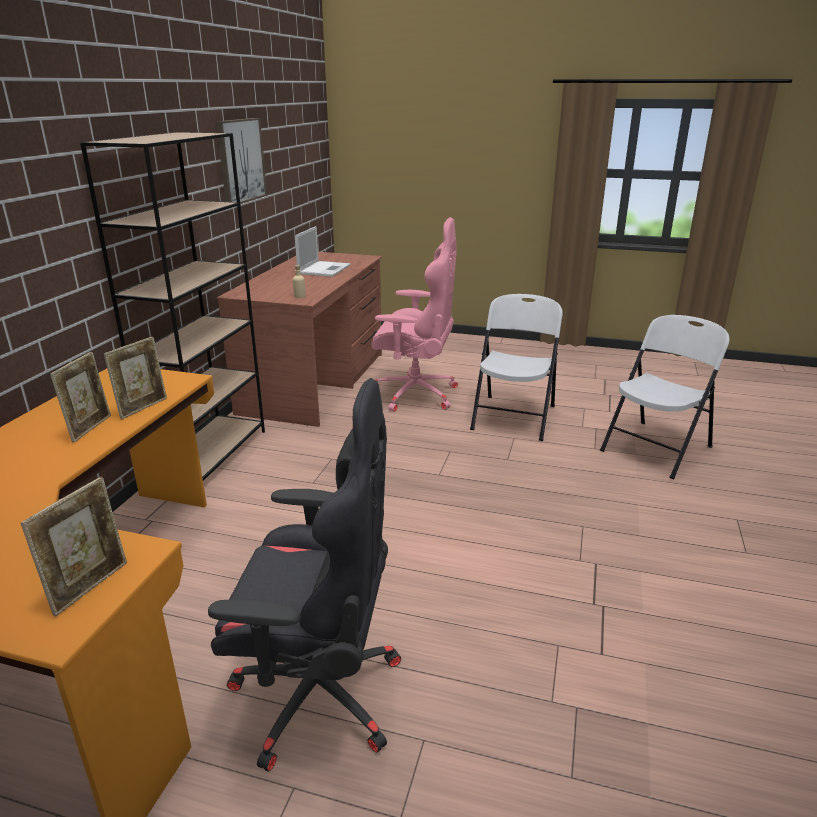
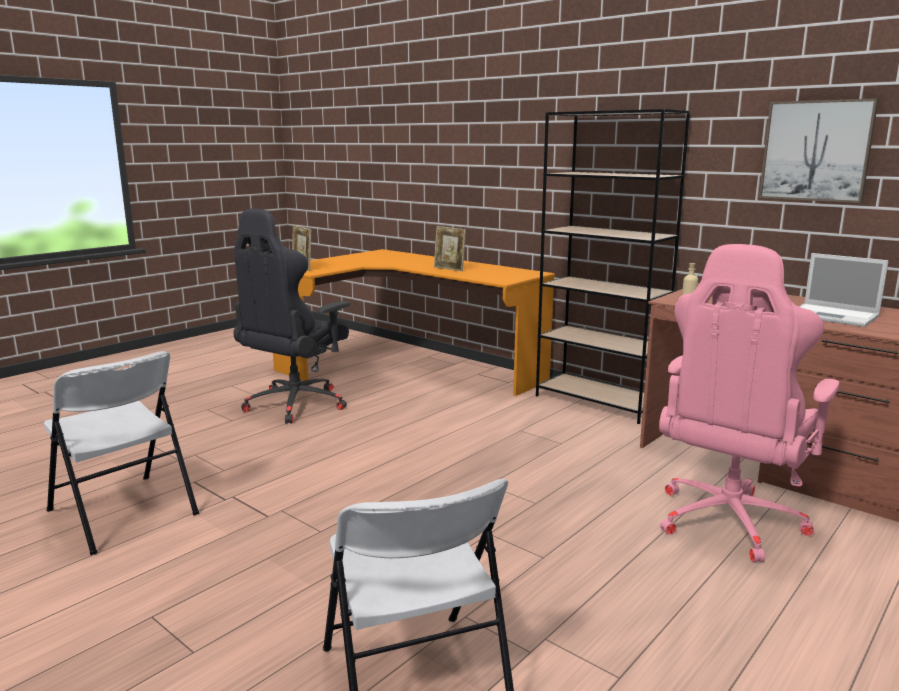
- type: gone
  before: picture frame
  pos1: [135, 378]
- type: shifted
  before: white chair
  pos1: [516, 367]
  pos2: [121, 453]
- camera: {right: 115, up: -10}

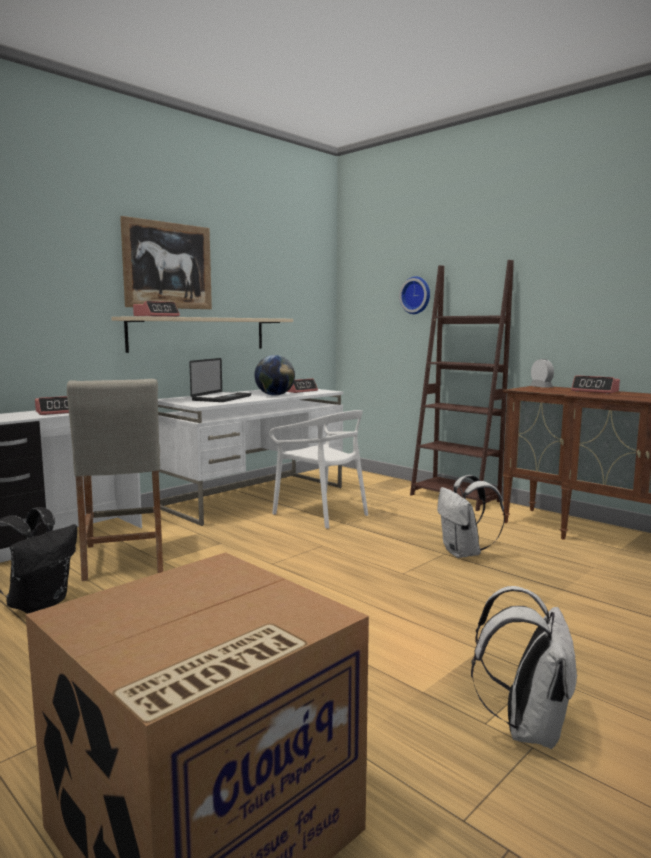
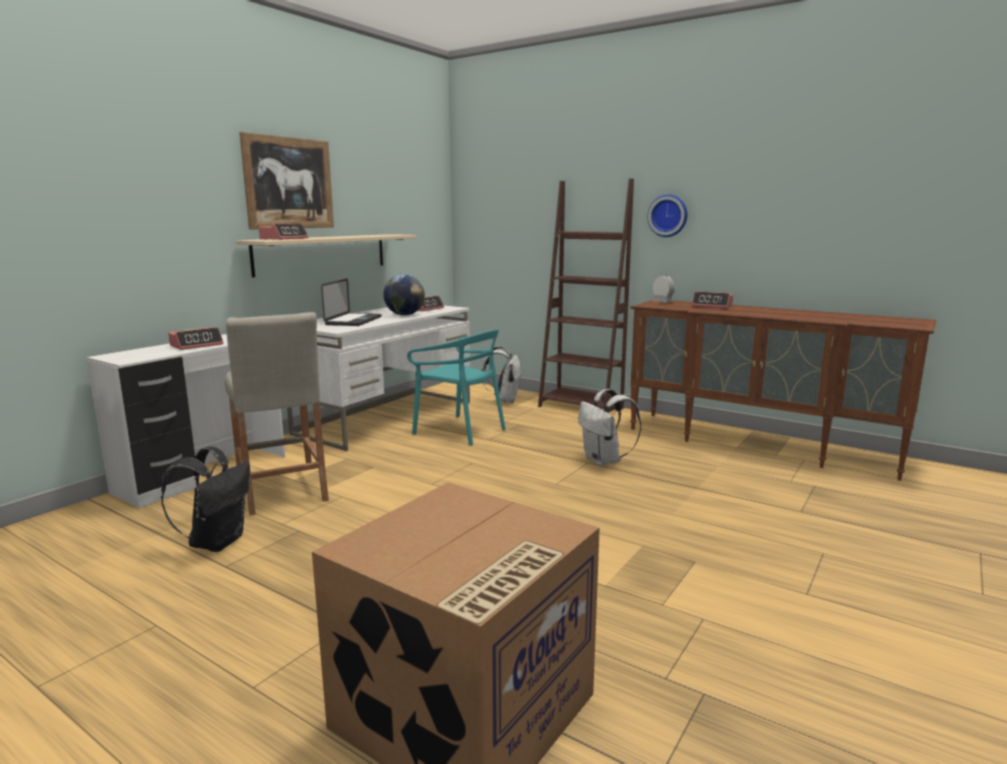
- type: shifted
  before: wall clock
  pos1: [414, 295]
  pos2: [668, 215]
- type: shifted
  before: white backpack
  pos1: [524, 667]
  pos2: [502, 374]
- type: repainted
  before: white chair
  after: turquoise chair
  pos1: [318, 469]
  pos2: [456, 387]
- camera: {right: -10, up: 5}

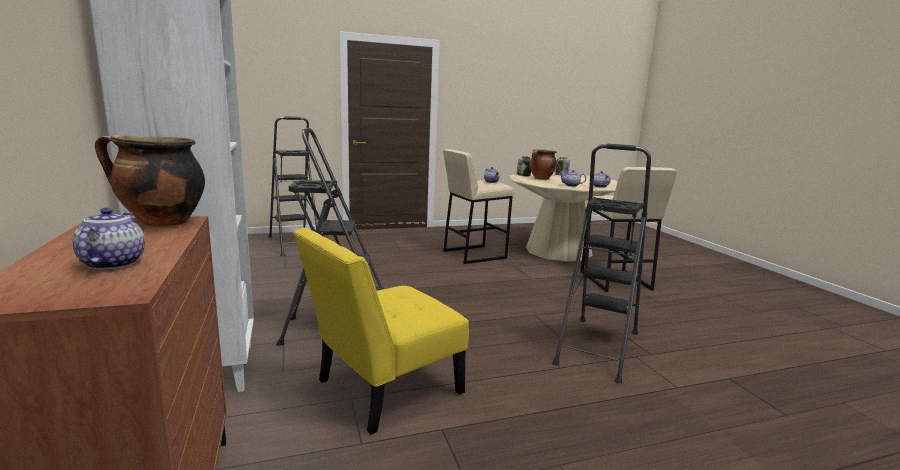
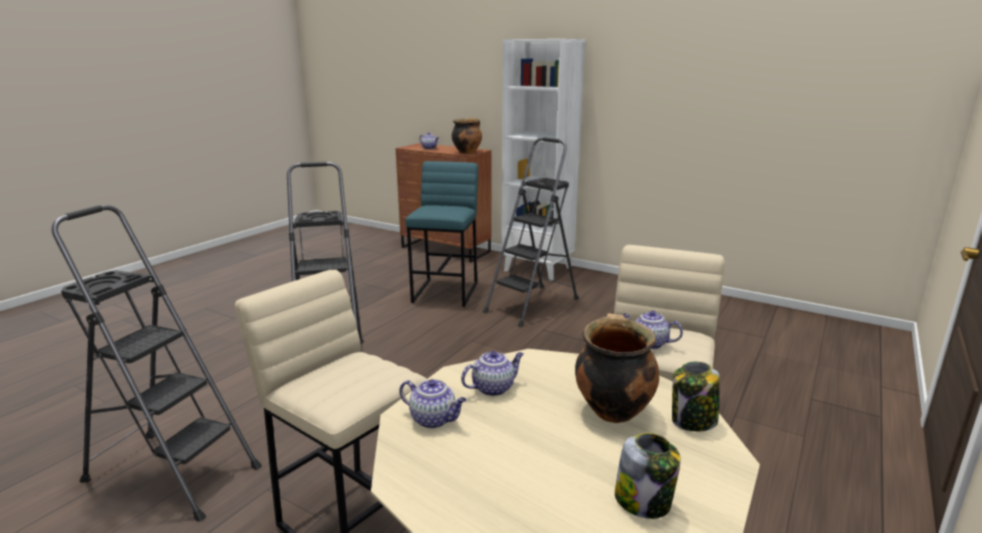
- type: shifted
  before: step ladder
  pos1: [293, 186]
  pos2: [156, 363]
- type: swapped
  before: yellow chair
  after: turquoise stool
  pos1: [381, 331]
  pos2: [441, 234]
- camera: {right: 140, up: 5}

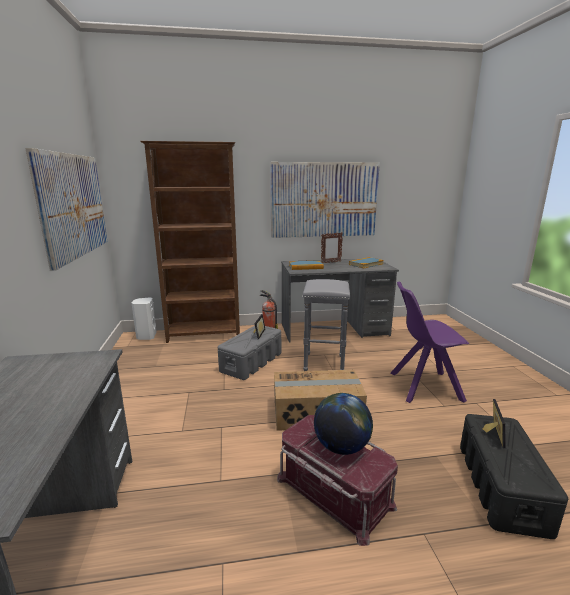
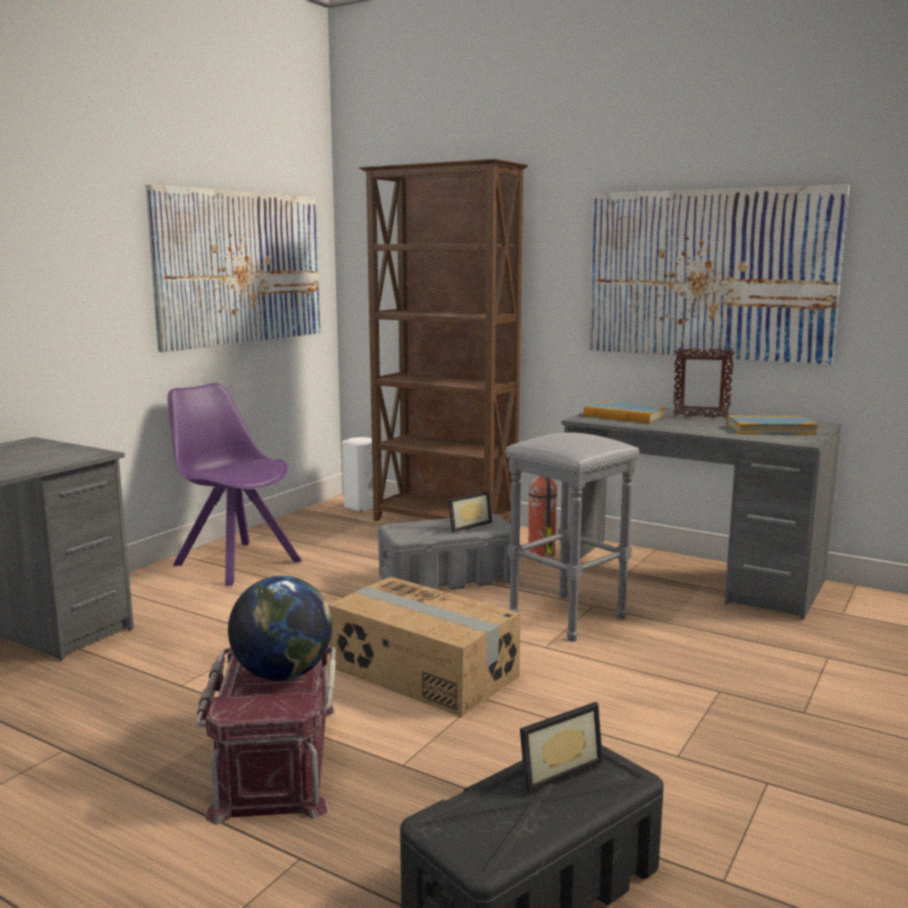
- type: shifted
  before: purple chair
  pos1: [429, 342]
  pos2: [234, 484]
- camera: {right: 40, up: -5}

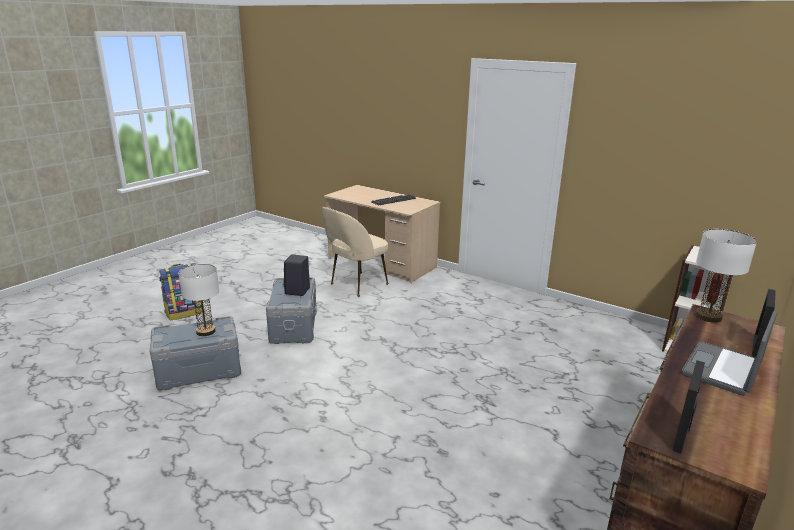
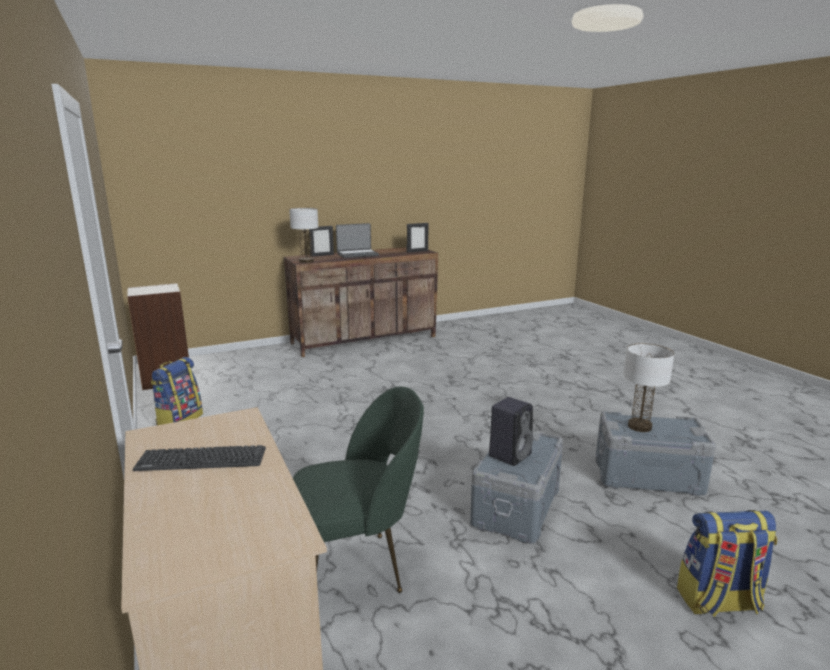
- type: new
  after: backpack
  pos2: [177, 391]
- type: repainted
  before: beige chair
  after: green chair
  pos1: [355, 252]
  pos2: [358, 490]
- camera: {right: -150, up: -5}

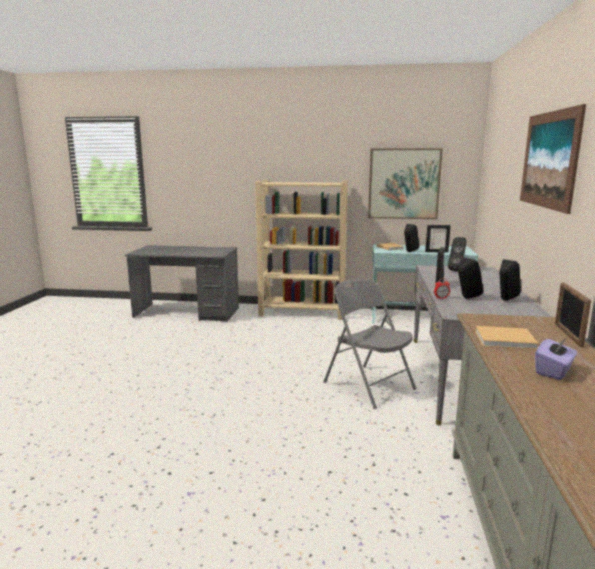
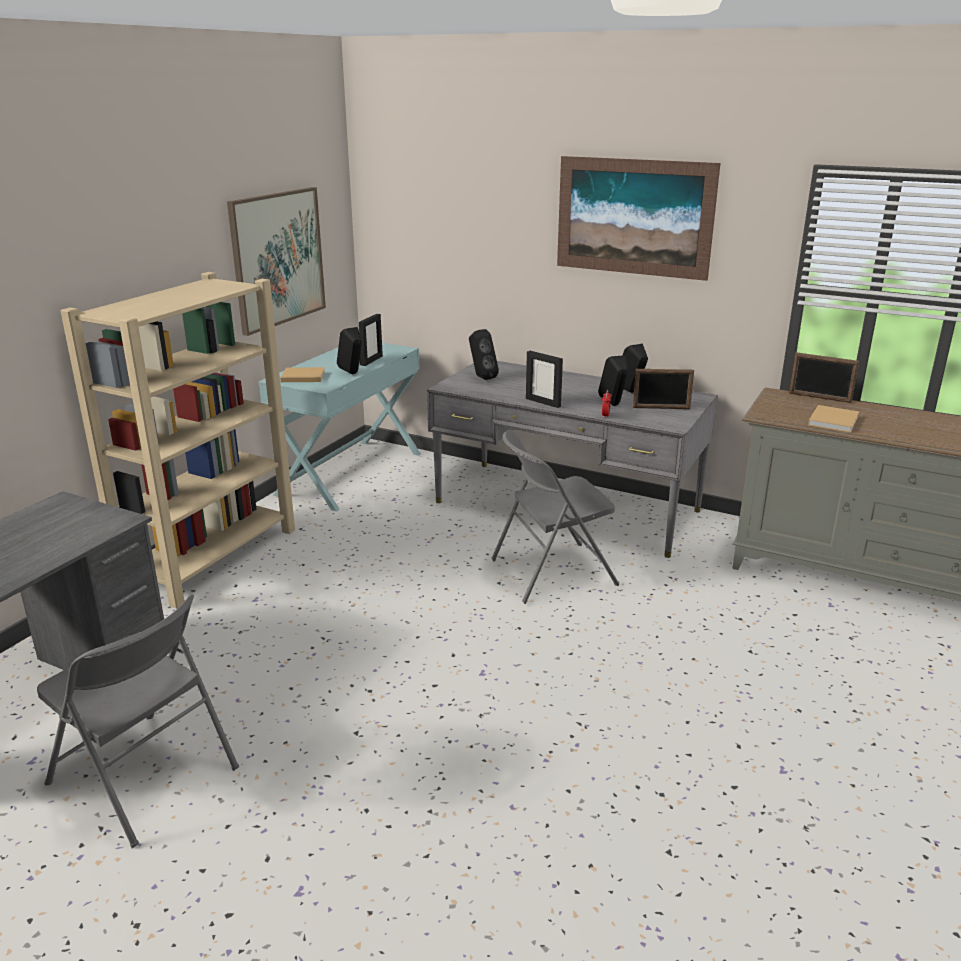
- type: gone
  before: purple tissue box
  pos1: [556, 358]
- type: new
  after: grey chair
  pos2: [138, 722]
- type: new
  after: picture frame
  pos2: [663, 389]
- camera: {right: -70, up: 10}

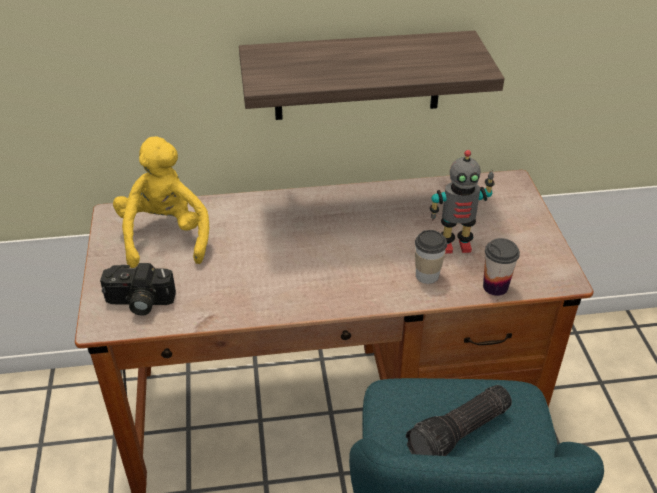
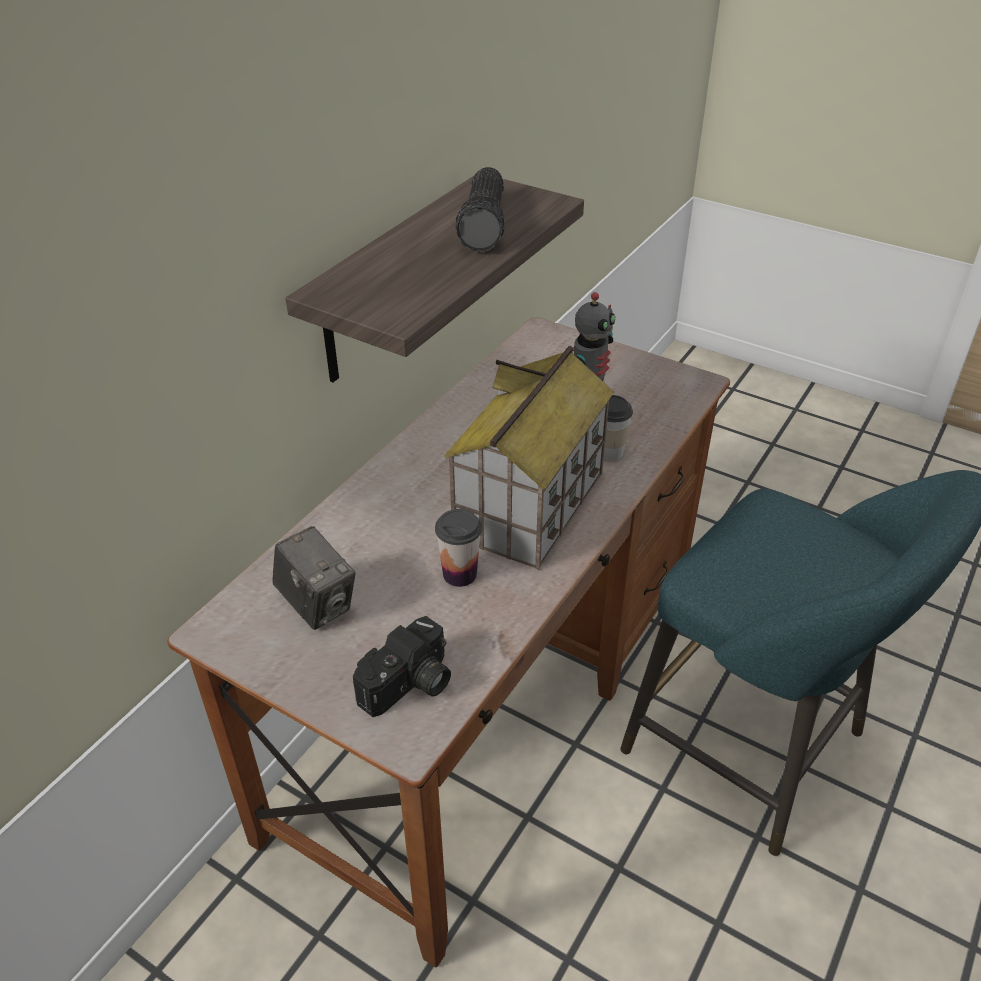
- type: new
  after: toy house
  pos2: [529, 458]
- type: shifted
  before: flashlight
  pos1: [459, 420]
  pos2: [480, 209]
- type: shifted
  before: cup
  pos1: [501, 267]
  pos2: [458, 548]
- type: swapped
  before: yellow plush toy
  after: photo camera
  pos1: [161, 202]
  pos2: [313, 578]
- camera: {right: -50, up: 0}

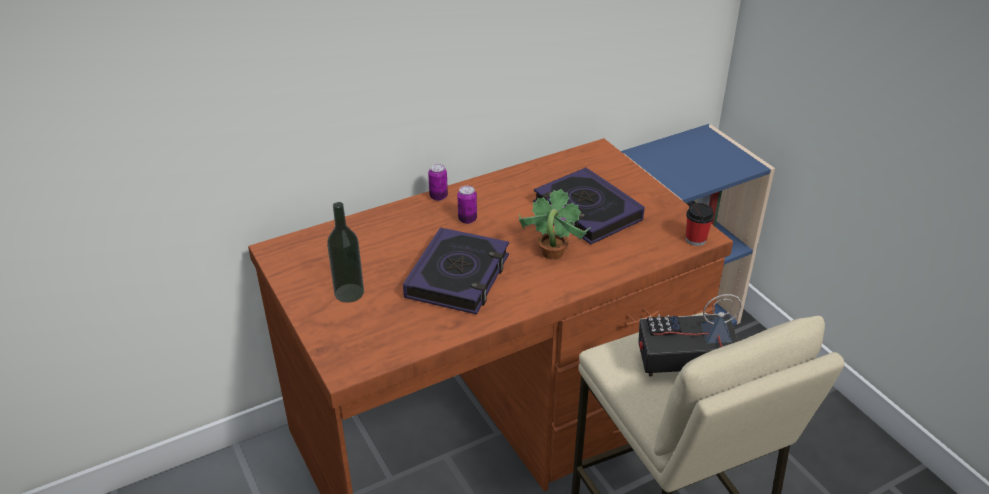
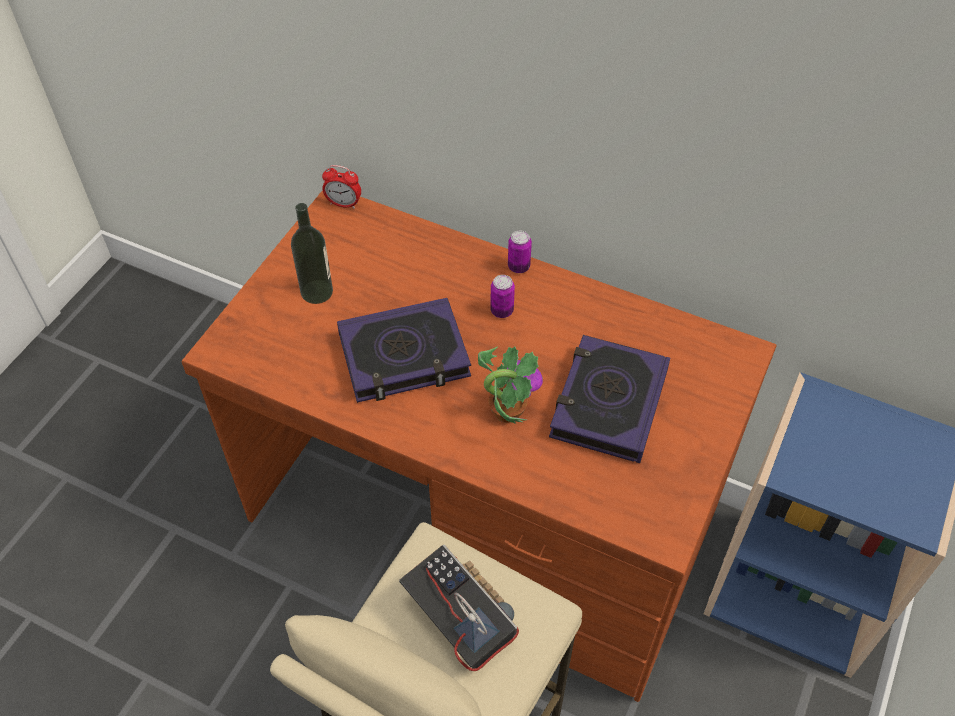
- type: gone
  before: cup
  pos1: [700, 224]
- type: new
  after: alarm clock
  pos2: [341, 187]
- camera: {right: 55, up: 15}

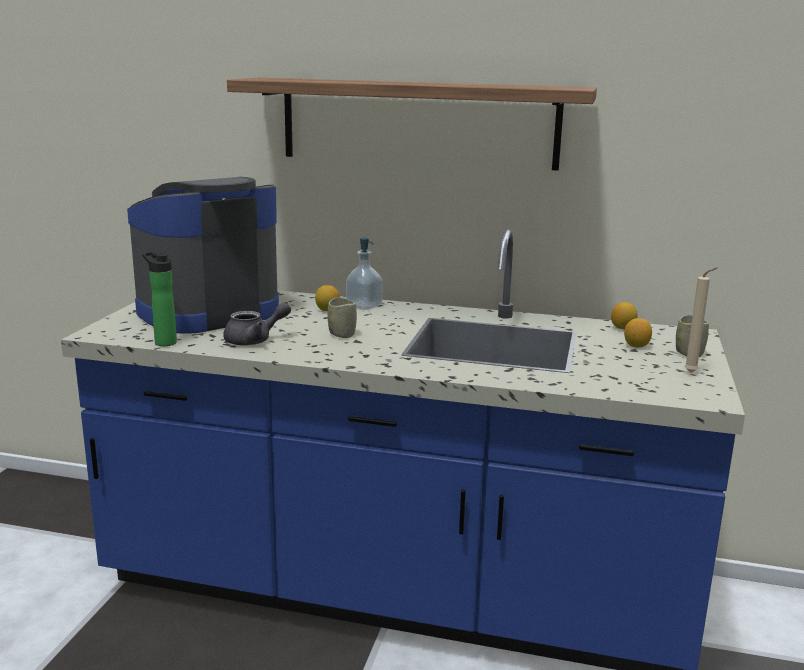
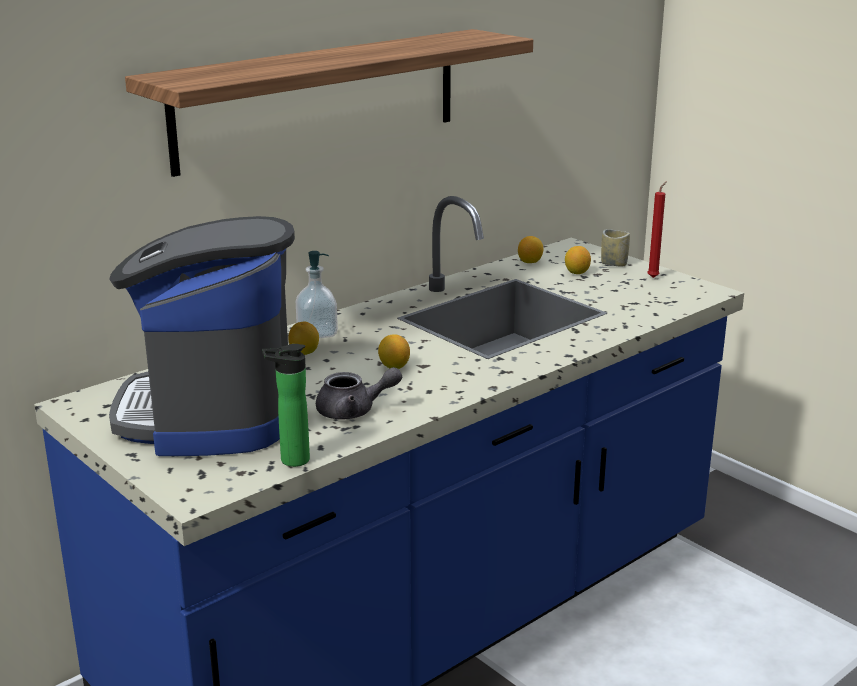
- type: swapped
  before: cup
  after: lemon
  pos1: [342, 318]
  pos2: [394, 351]
- type: repainted
  before: beige candle
  after: red candle
  pos1: [701, 320]
  pos2: [657, 229]
- type: rotated
  before: grey teapot
  pos1: [257, 324]
  pos2: [359, 393]
  turn: 75
- camera: {right: -55, up: 5}

